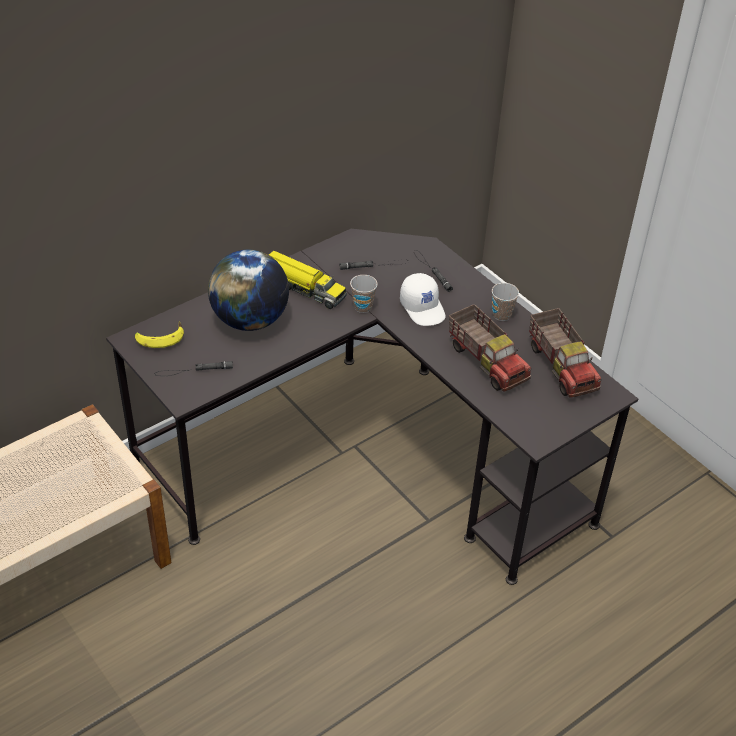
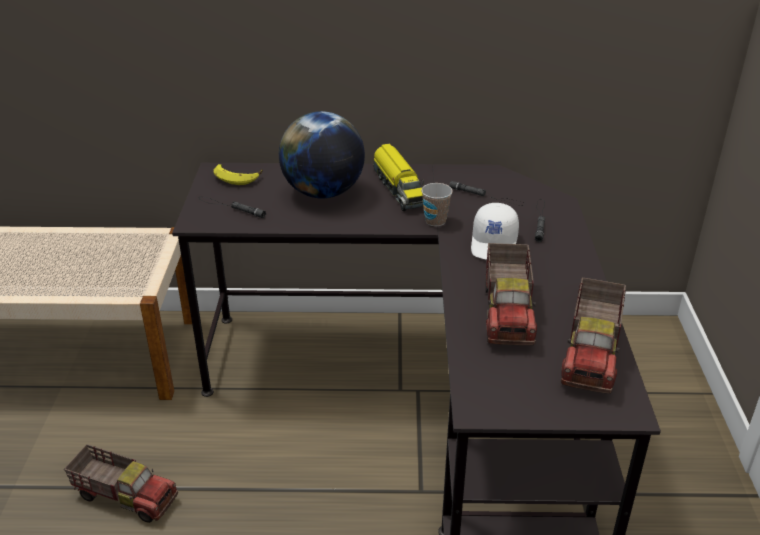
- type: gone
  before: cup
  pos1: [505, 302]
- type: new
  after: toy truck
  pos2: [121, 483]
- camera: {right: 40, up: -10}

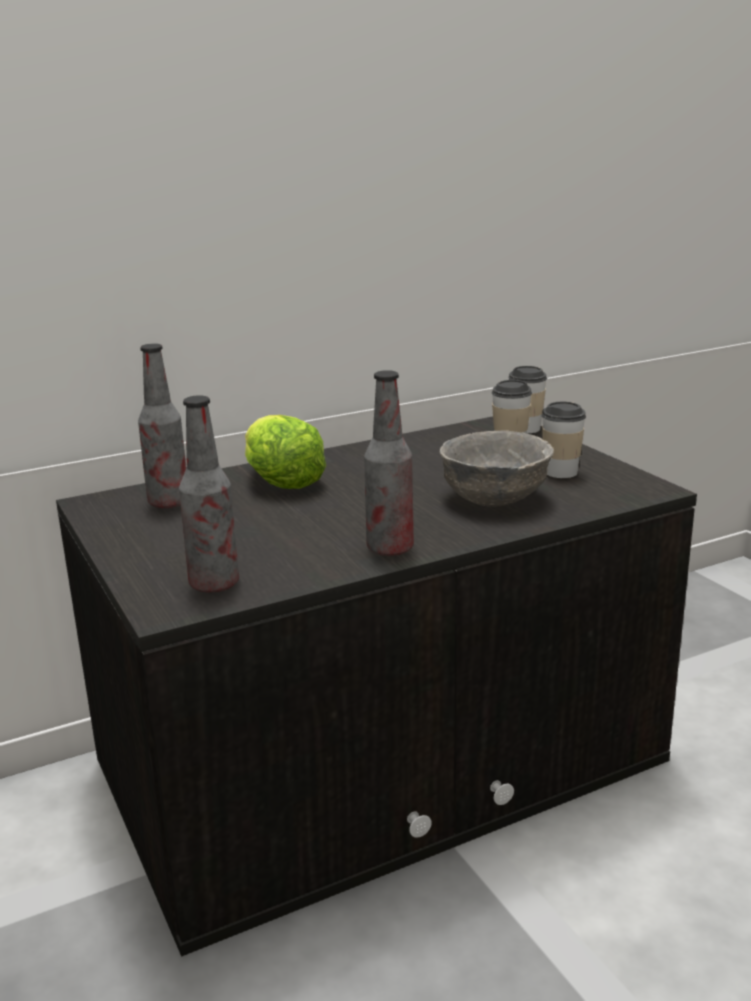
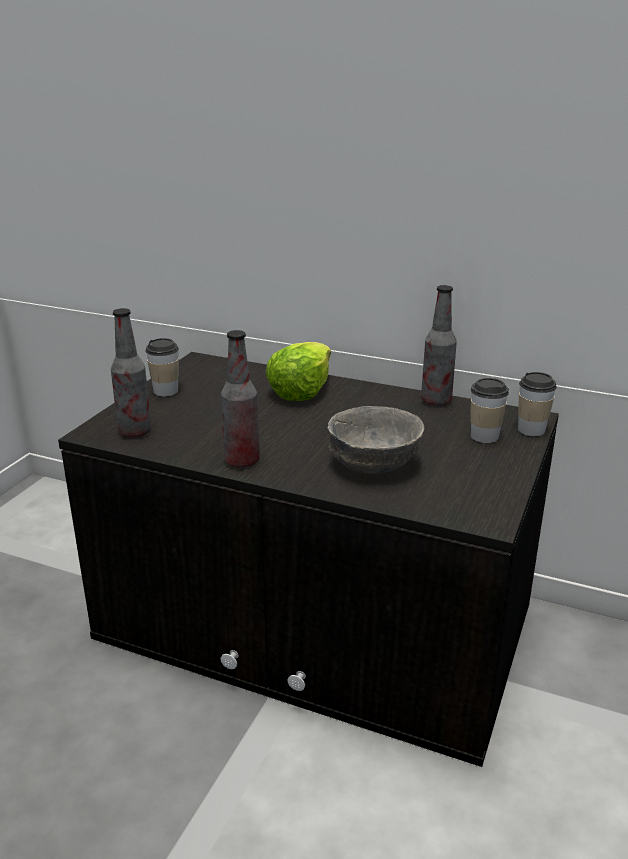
- type: shifted
  before: bottle
  pos1: [162, 425]
  pos2: [439, 345]
- type: shifted
  before: cup
  pos1: [564, 440]
  pos2: [162, 367]
- camera: {right: 50, up: 5}

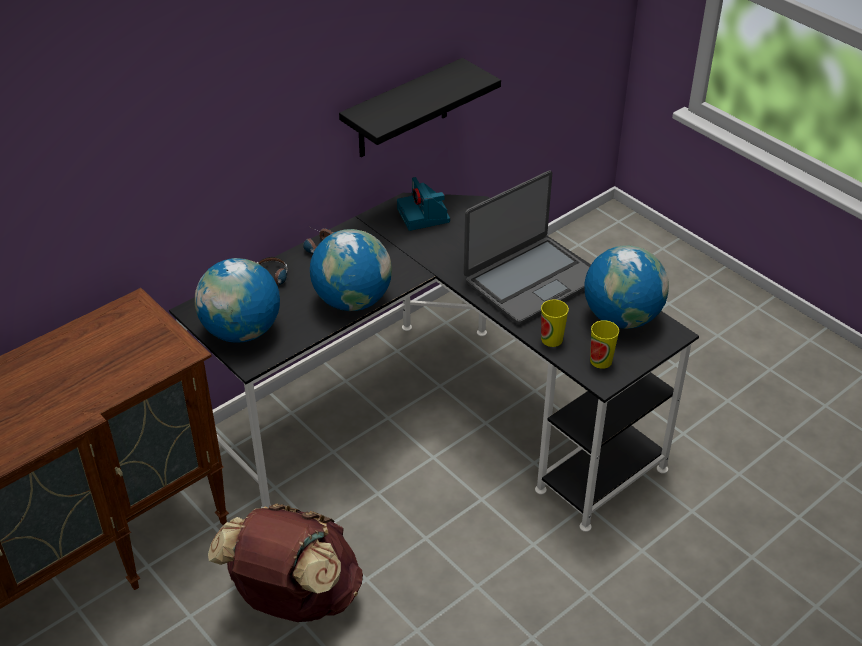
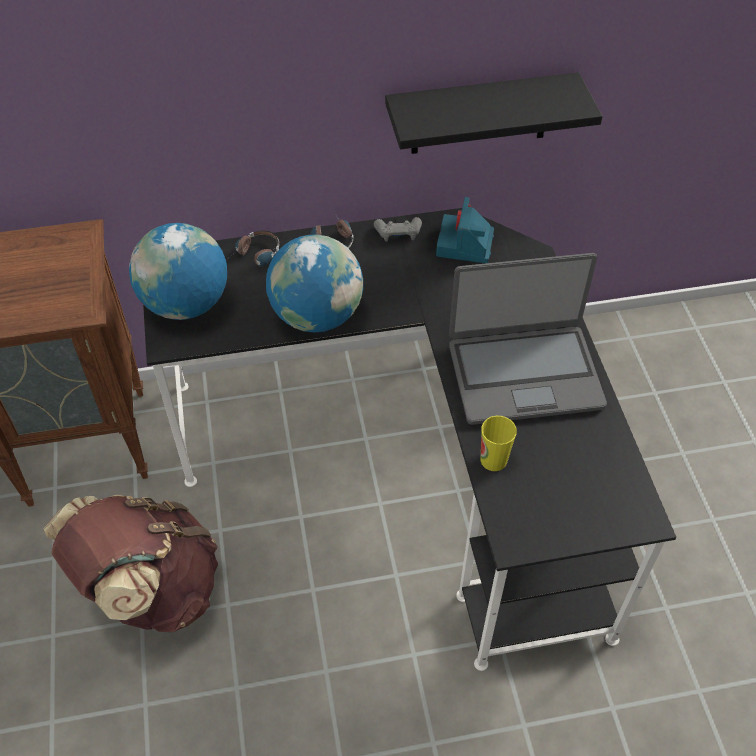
- type: gone
  before: globe
  pos1: [626, 287]
- type: gone
  before: cup
  pos1: [604, 344]
- type: new
  after: grey game controller
  pos2: [398, 229]
- camera: {right: 30, up: 10}

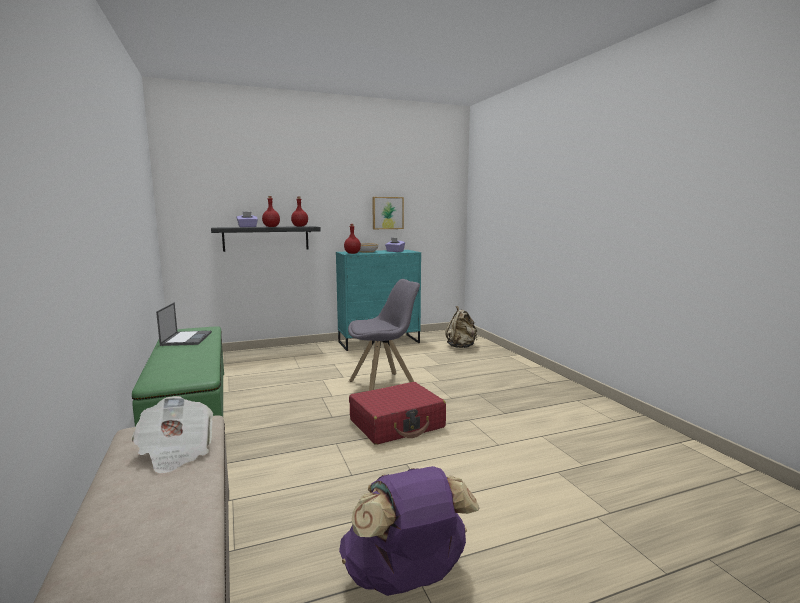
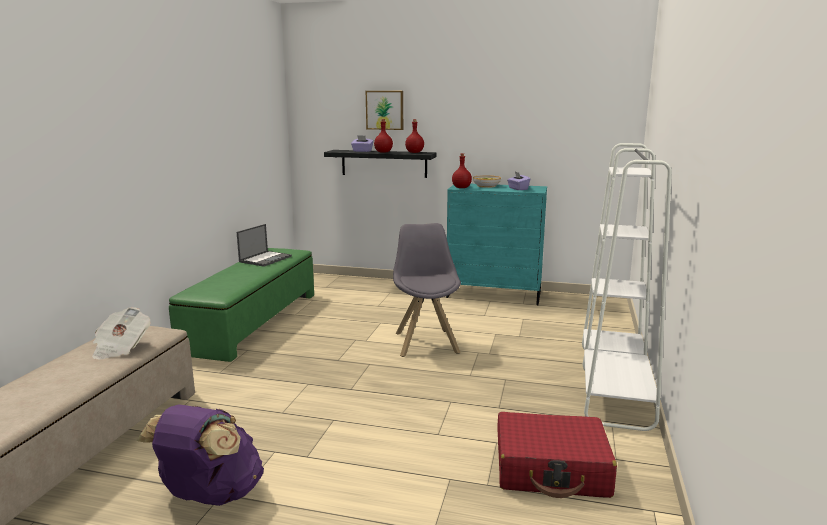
- type: gone
  before: beige backpack
  pos1: [461, 327]
- type: new
  after: white clothes rack
  pos2: [627, 287]
- type: shifted
  before: red suitcase
  pos1: [397, 413]
  pos2: [557, 455]
- type: shifted
  before: picture
  pos1: [388, 213]
  pos2: [384, 110]
- type: rotated
  before: grey chair
  pos1: [384, 335]
  pos2: [427, 290]
  turn: -105
- camera: {right: 35, up: 5}

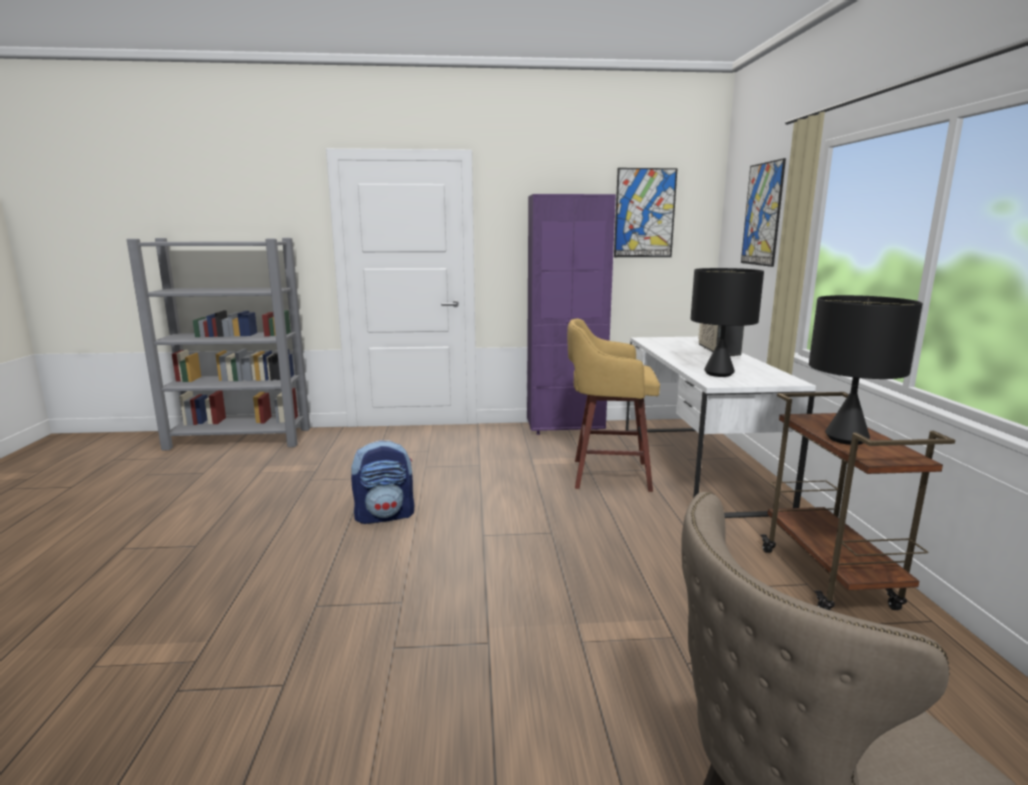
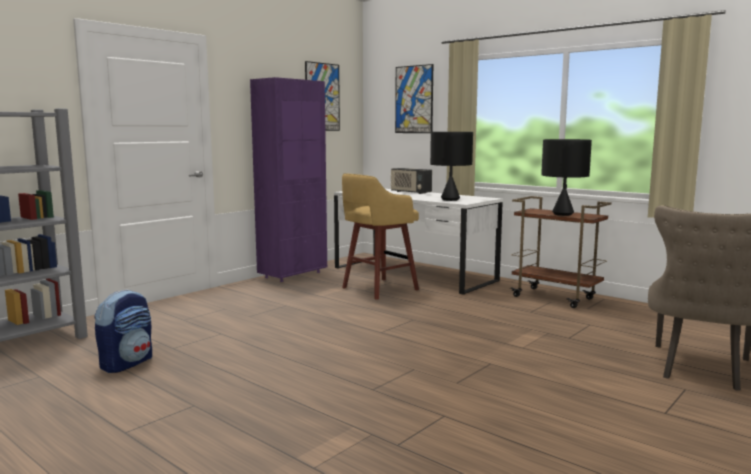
- type: shifted
  before: backpack
  pos1: [382, 482]
  pos2: [123, 331]
- camera: {right: -45, up: -5}

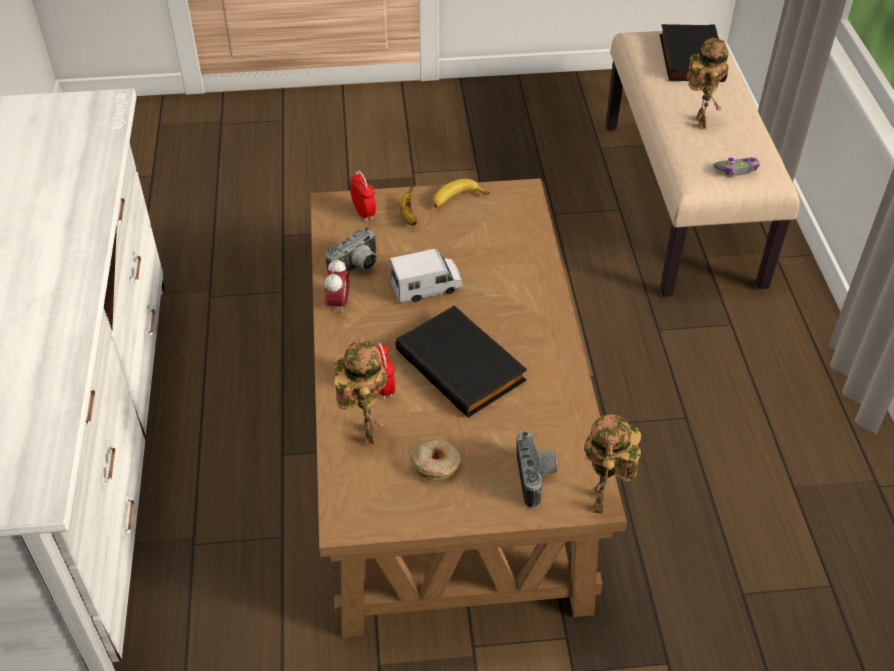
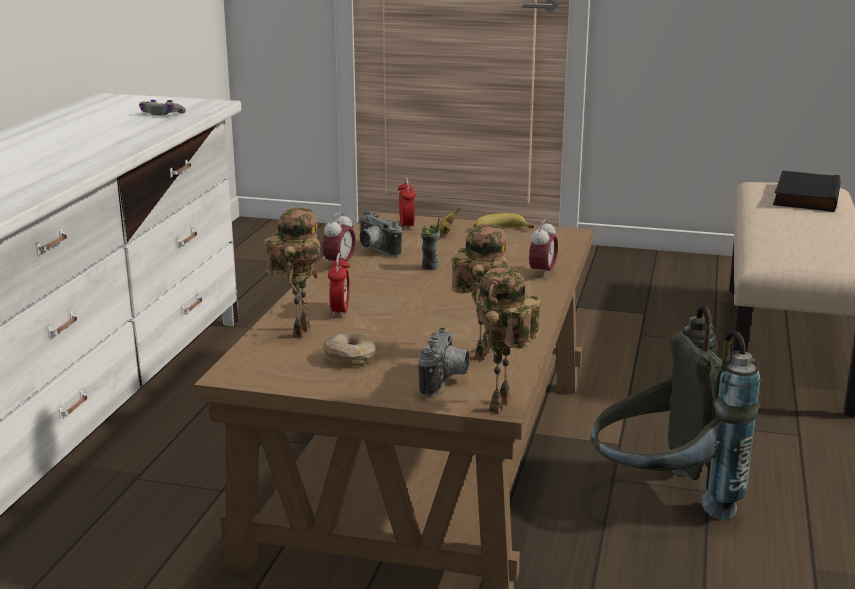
- type: gone
  before: black book
  pos1: [461, 361]
- type: new
  after: alarm clock
  pos2: [543, 249]
- type: new
  after: grey backpack
  pos2: [675, 413]
- type: shifted
  before: toy robot
  pos1: [707, 83]
  pos2: [480, 292]
- type: shifted
  before: grey game controller
  pos1: [736, 166]
  pos2: [162, 107]
- type: swapped
  before: toy truck
  after: cup
  pos1: [426, 276]
  pos2: [430, 244]
- type: rotated
  before: photo camera
  pos1: [351, 250]
  pos2: [380, 233]
  turn: 75
- camera: {right: 20, up: -25}

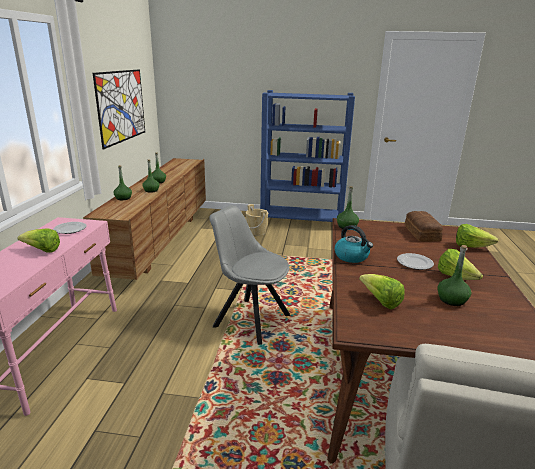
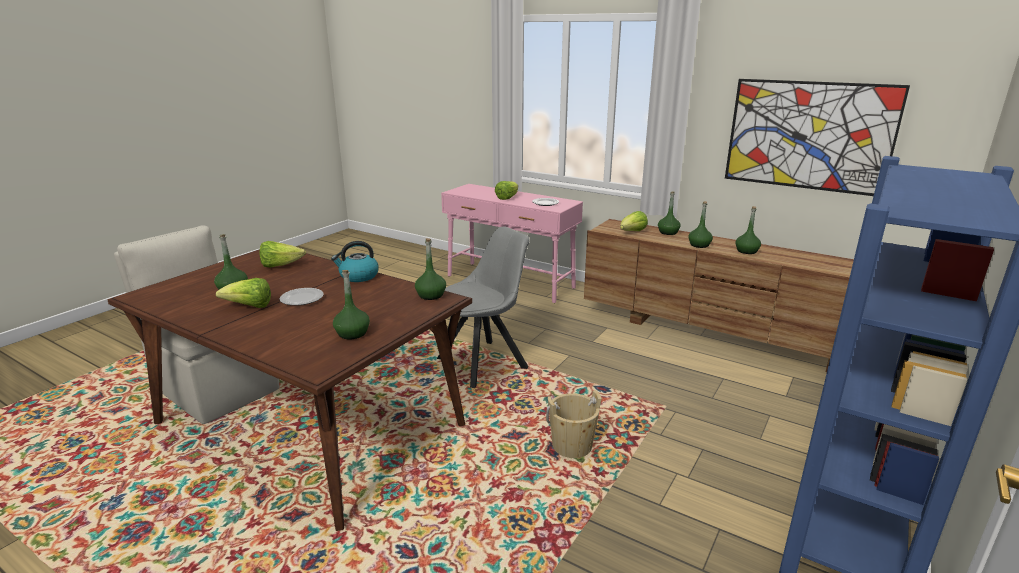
- type: shifted
  before: beige bucket
  pos1: [257, 220]
  pos2: [574, 424]
- type: shifted
  before: lettuce
  pos1: [477, 236]
  pos2: [634, 221]
- type: swapped
  before: bread
  after: green bottle
  pos1: [423, 226]
  pos2: [351, 304]
- camera: {right: 115, up: 0}

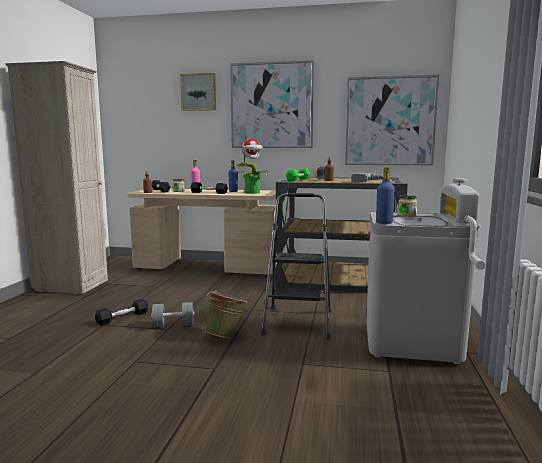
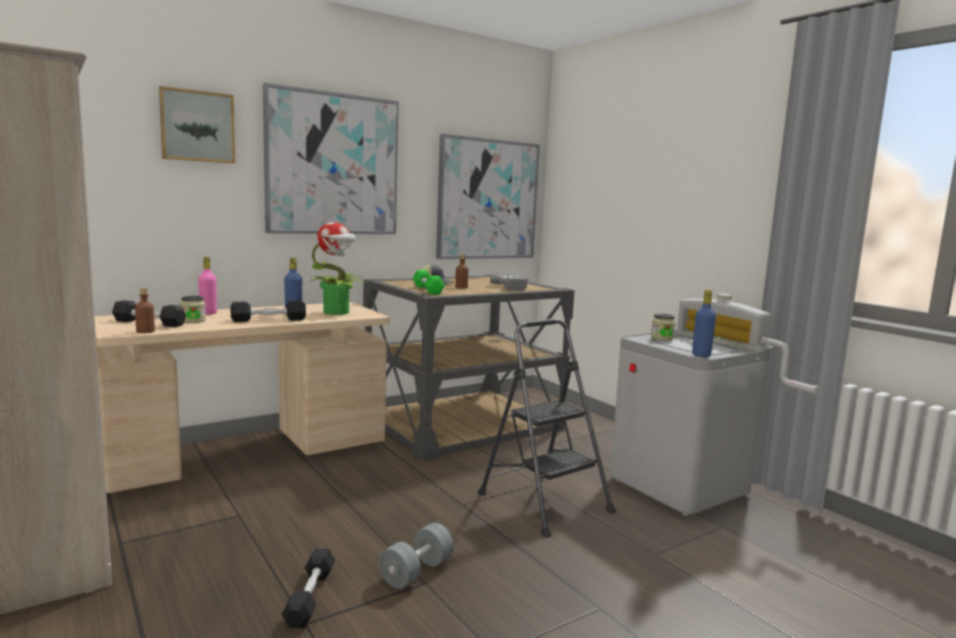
- type: gone
  before: green bucket
  pos1: [226, 314]
- camera: {right: -45, up: 0}

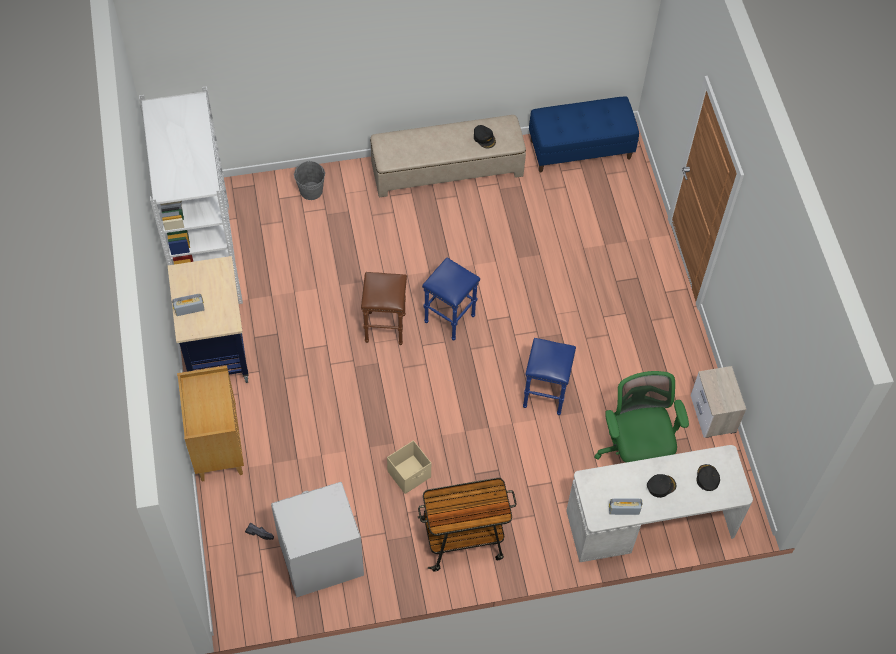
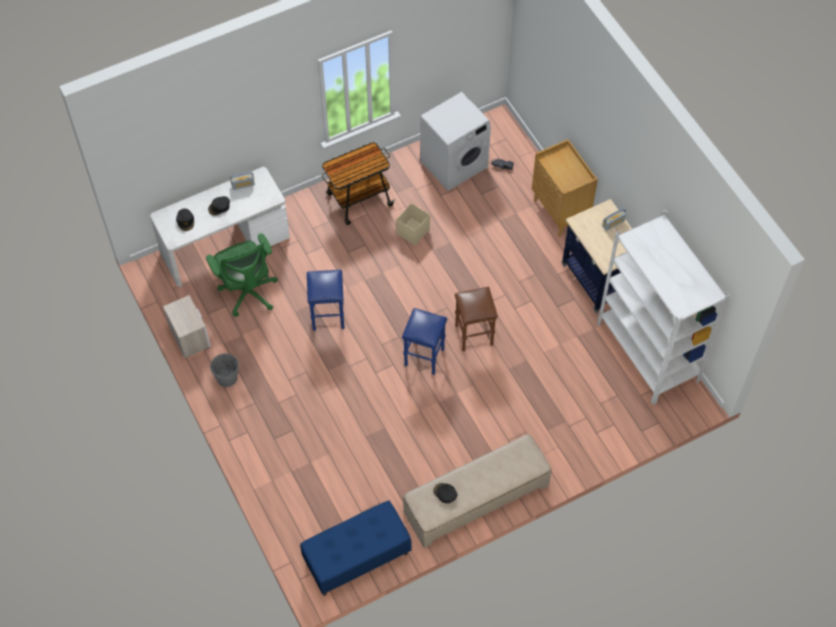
- type: shifted
  before: grey bucket
  pos1: [309, 180]
  pos2: [224, 370]
- camera: {right: 165, up: 0}

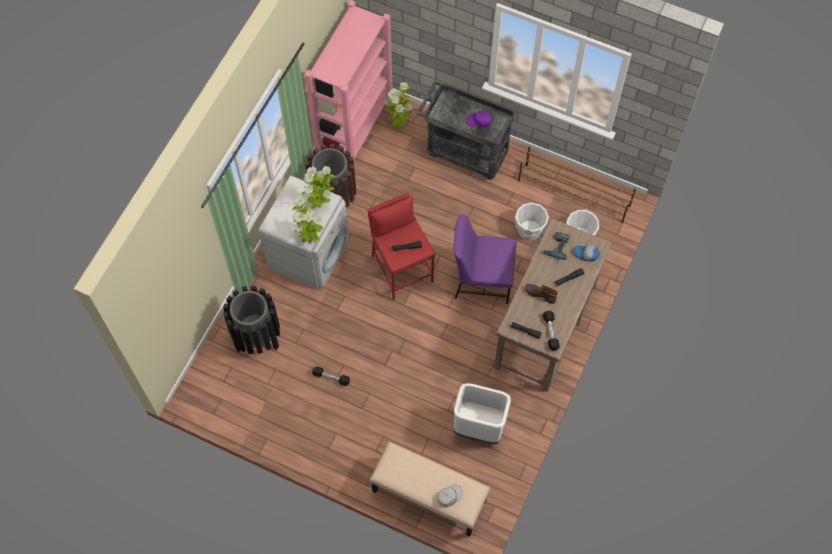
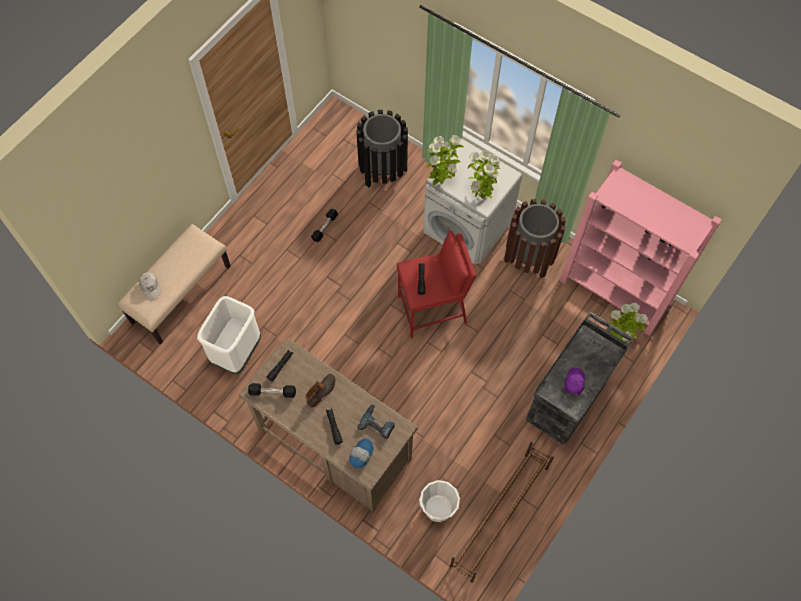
- type: gone
  before: purple chair
  pos1: [485, 259]
- type: gone
  before: white bucket
  pos1: [532, 221]
- camera: {right: 100, up: 0}

